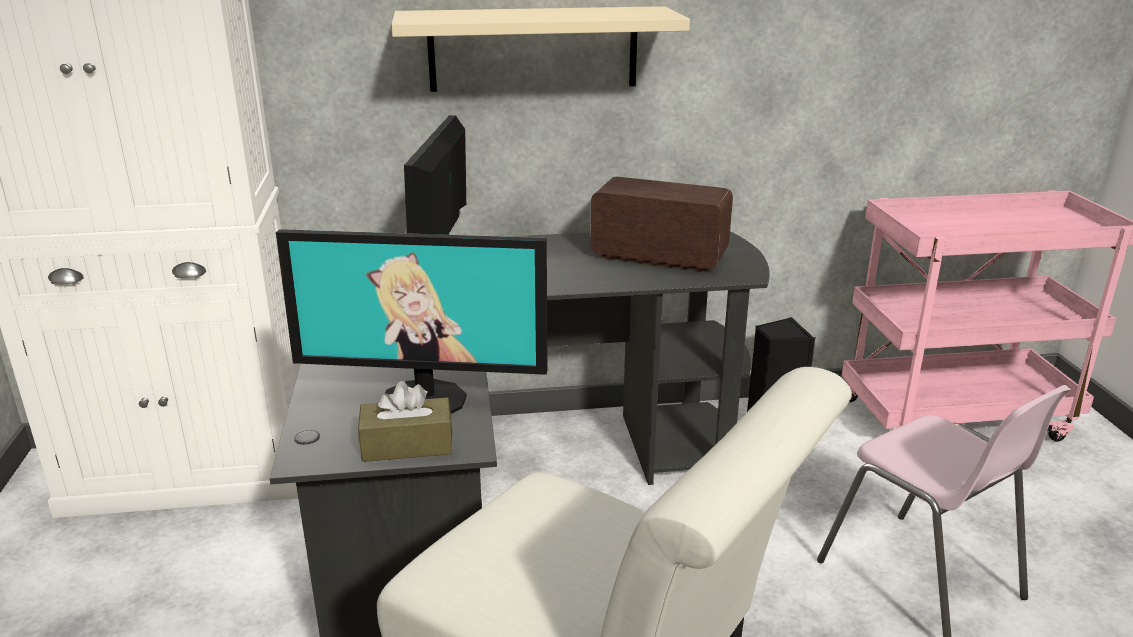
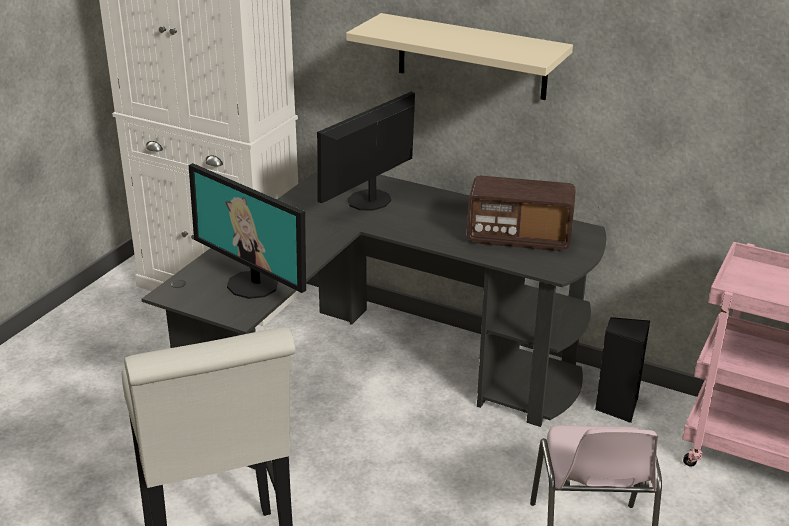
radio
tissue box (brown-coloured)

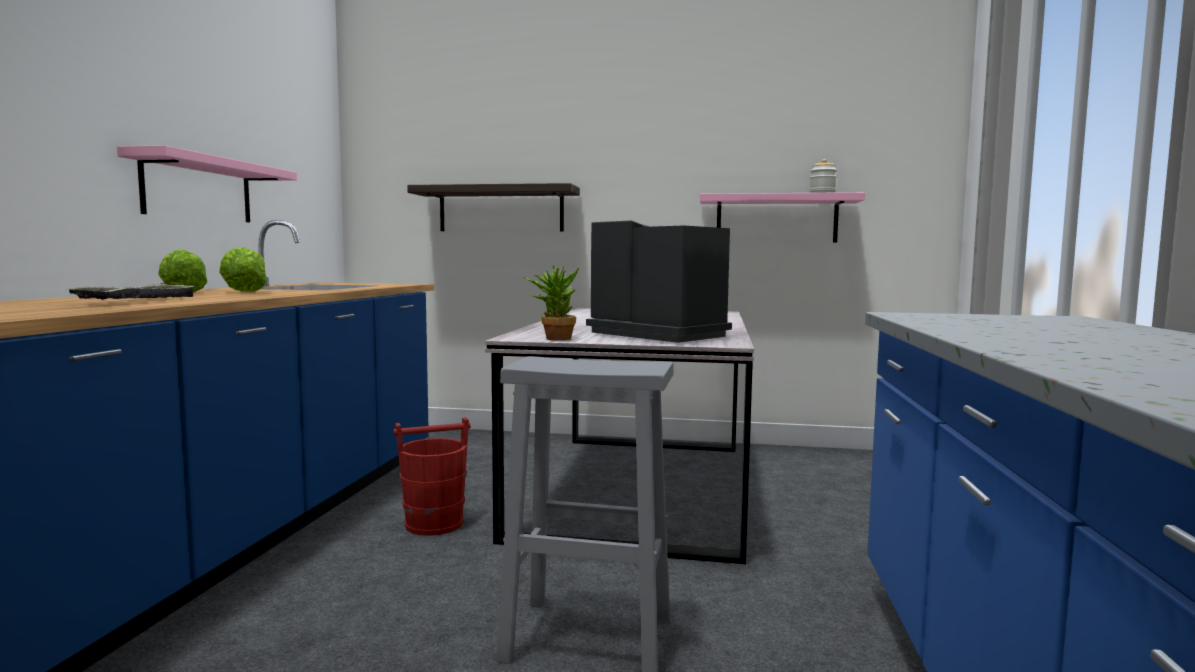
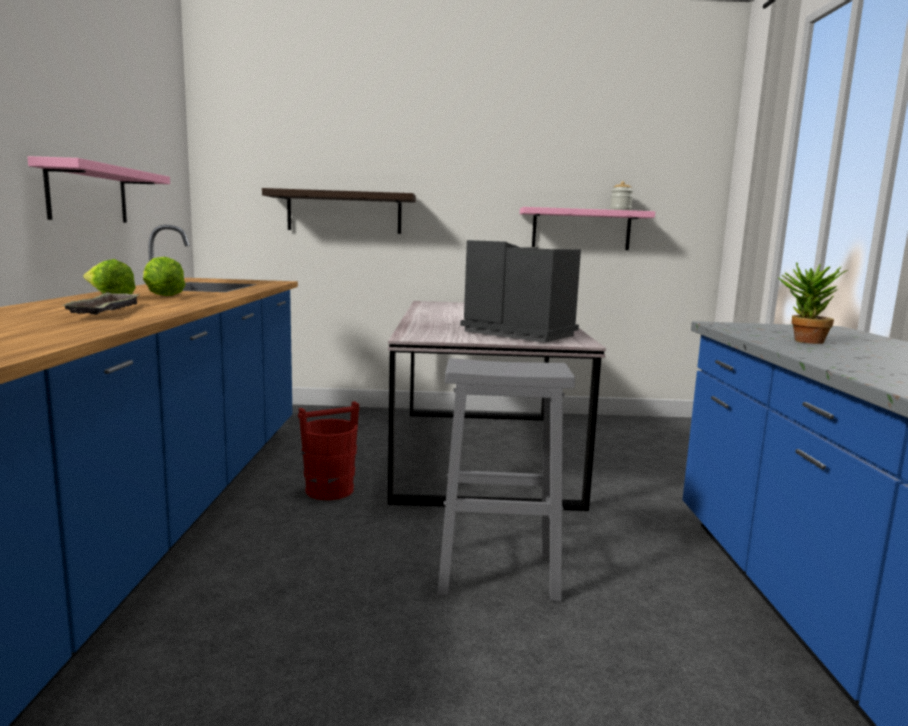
houseplant

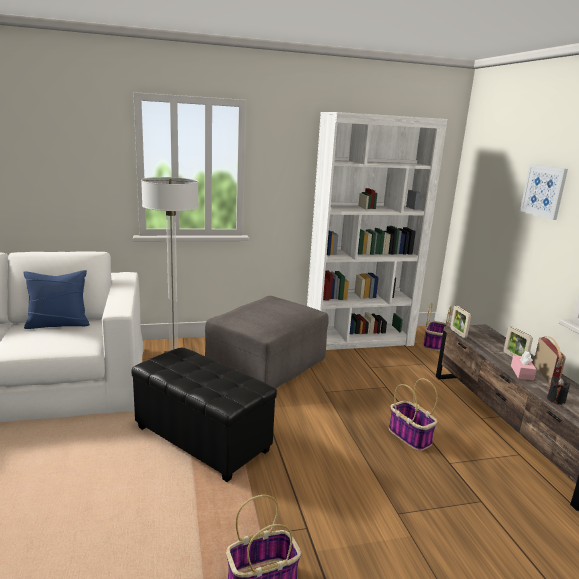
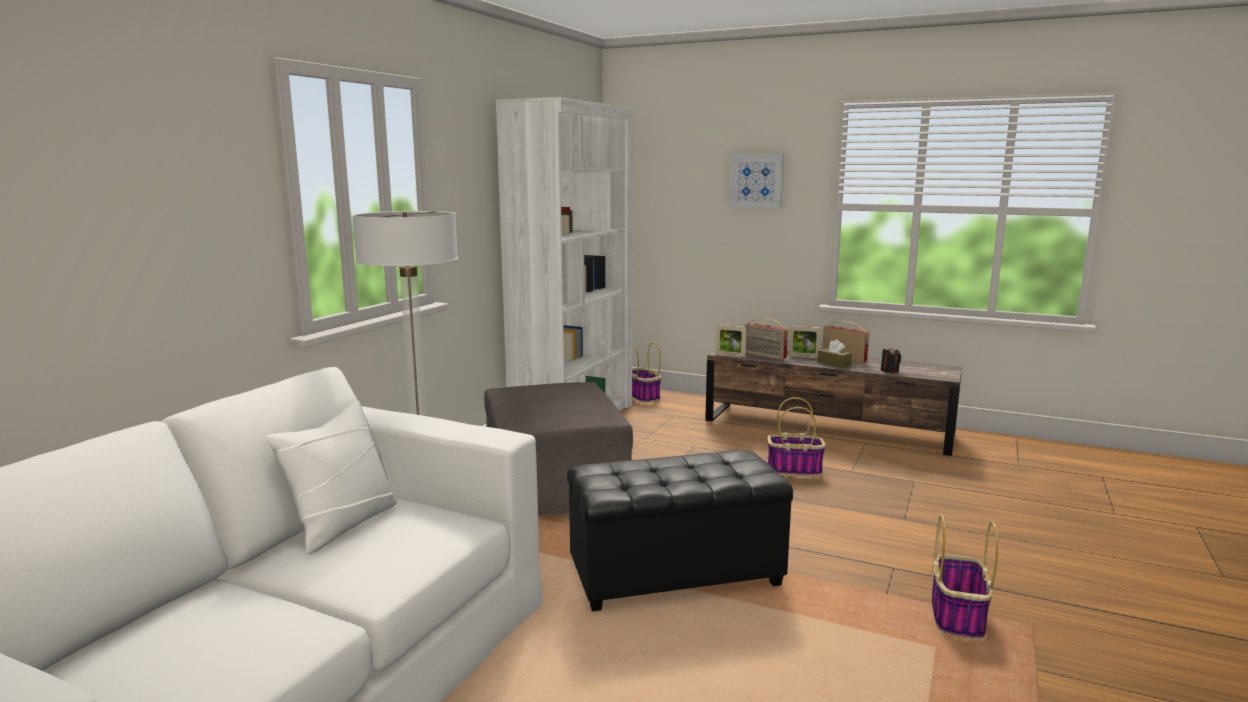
pillow (whitish)
radio (no. 1 from left)
tissue box (brown-coloured)

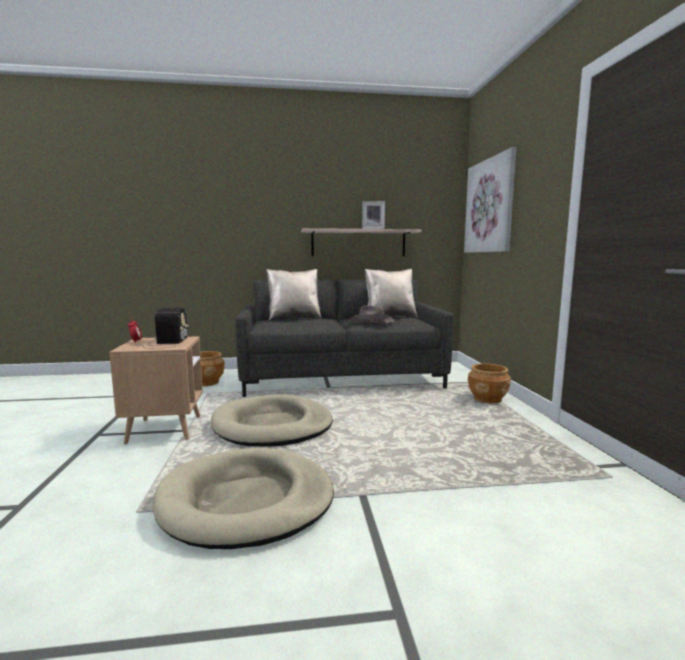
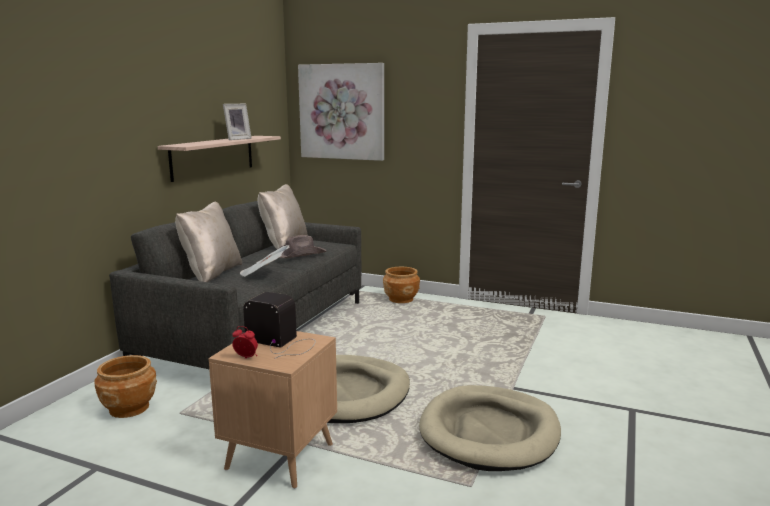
printed paper

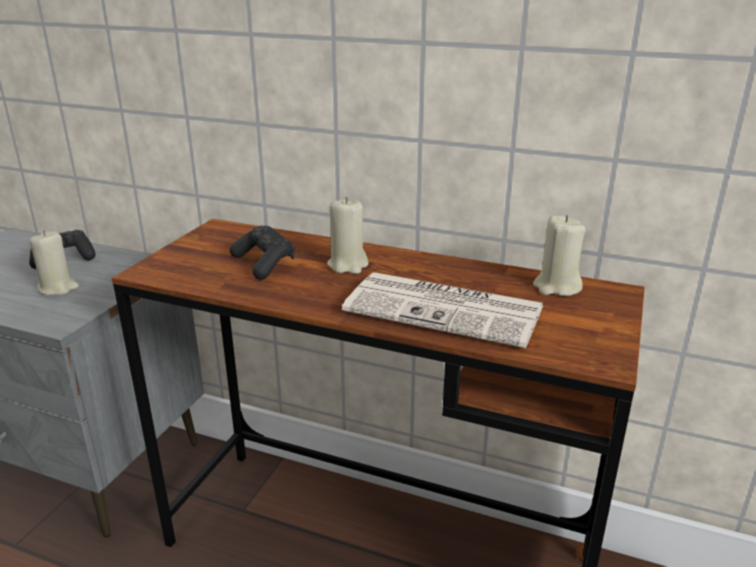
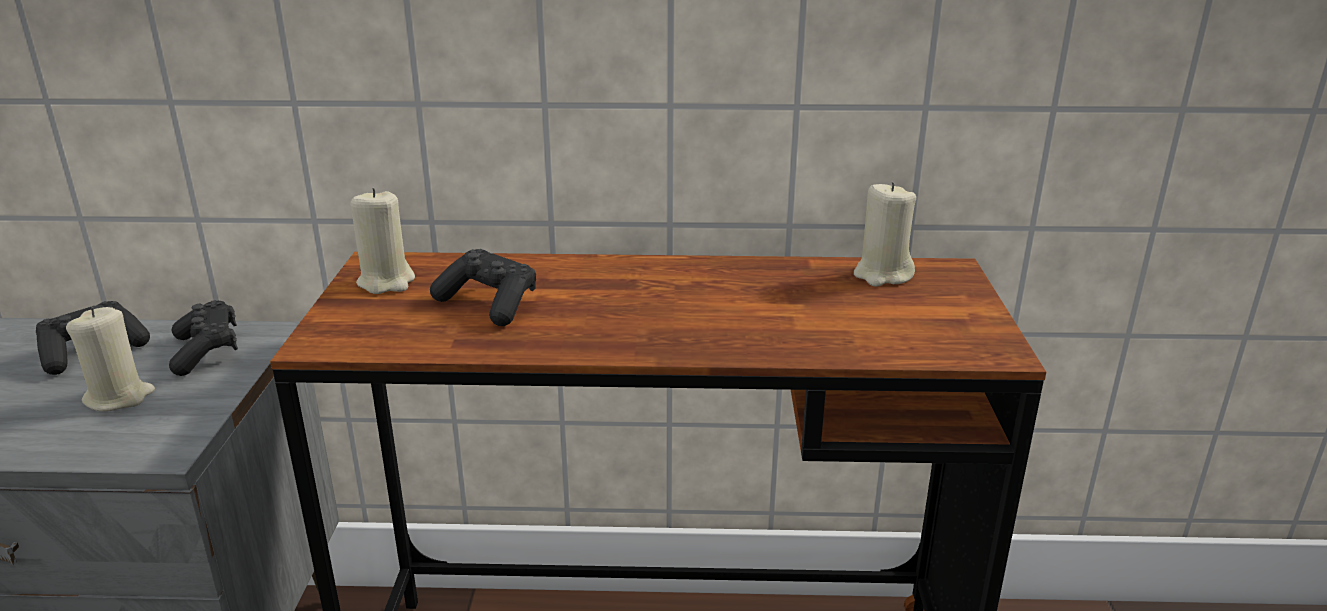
game controller (black-coloured) (no. 2 from left)
wax light (beige) (no. 2 from left)
printed paper

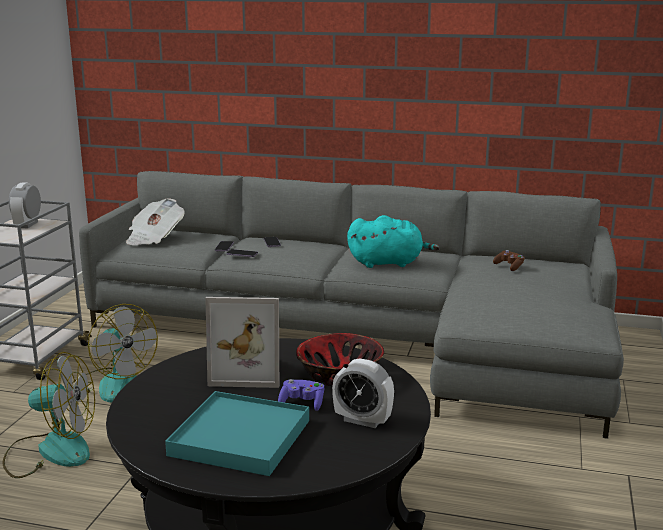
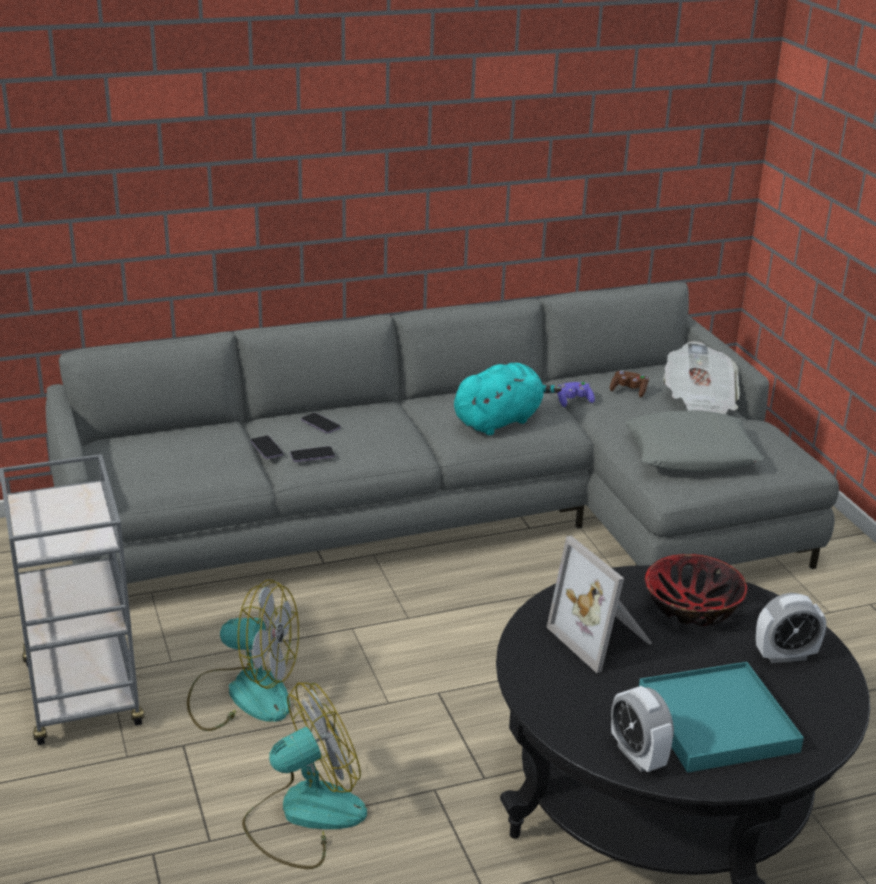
photo frame
game controller (purple-coloured)
bedside clock (no. 1 from left)
pillow (grey)
printed paper

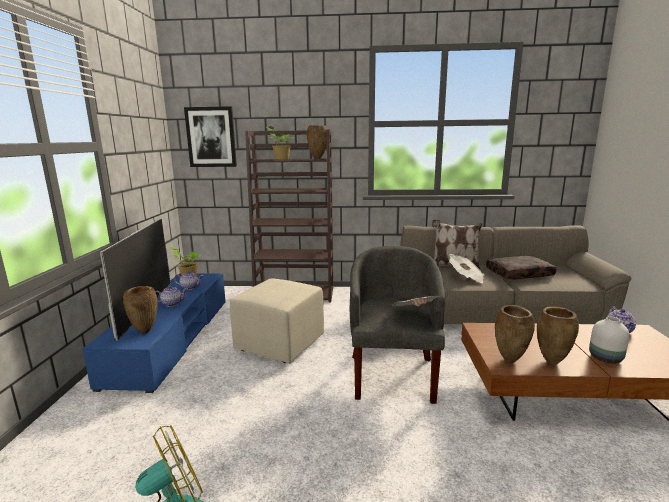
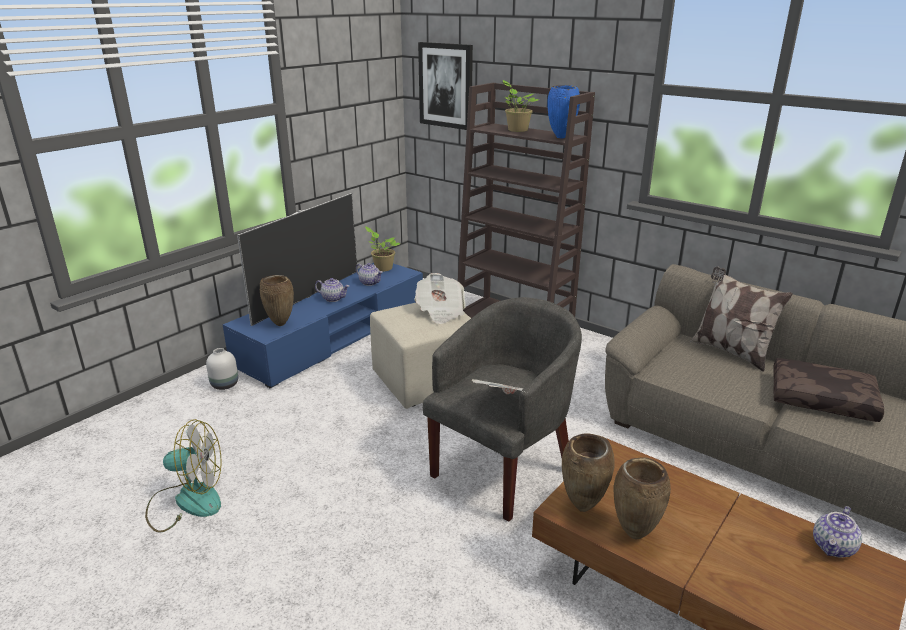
flower vase (whitish)
printed paper (no. 1 from left)
flower vase (blue)

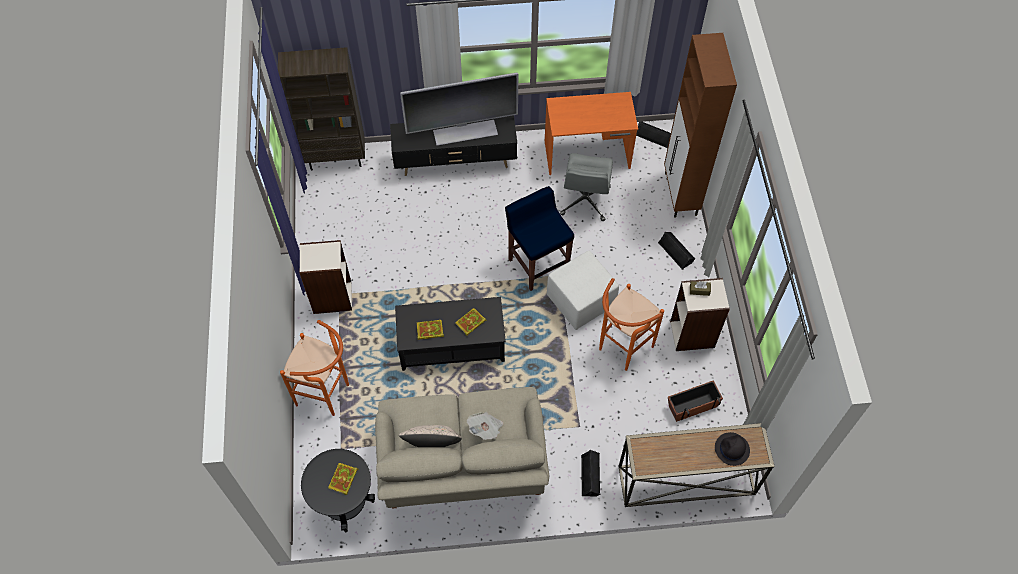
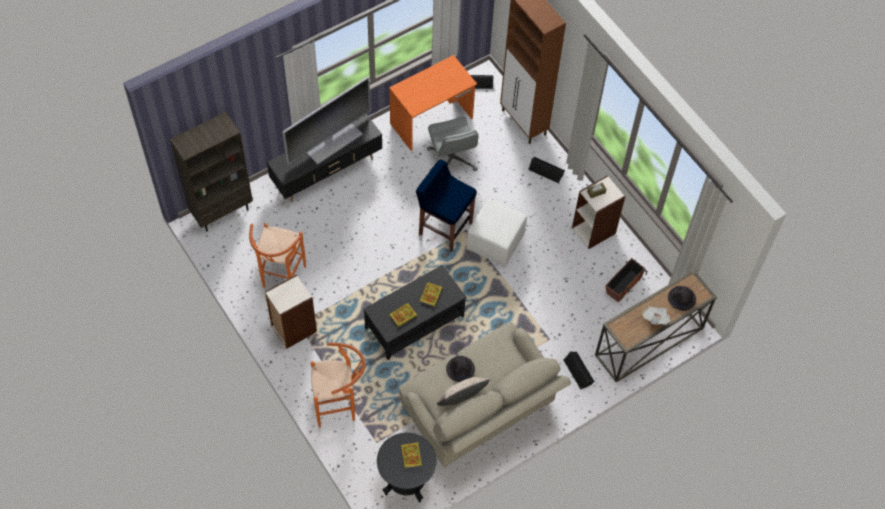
sitting stool (orange-coloured) (no. 1 from left)
hat (black-coloured) (no. 1 from left)
printed paper

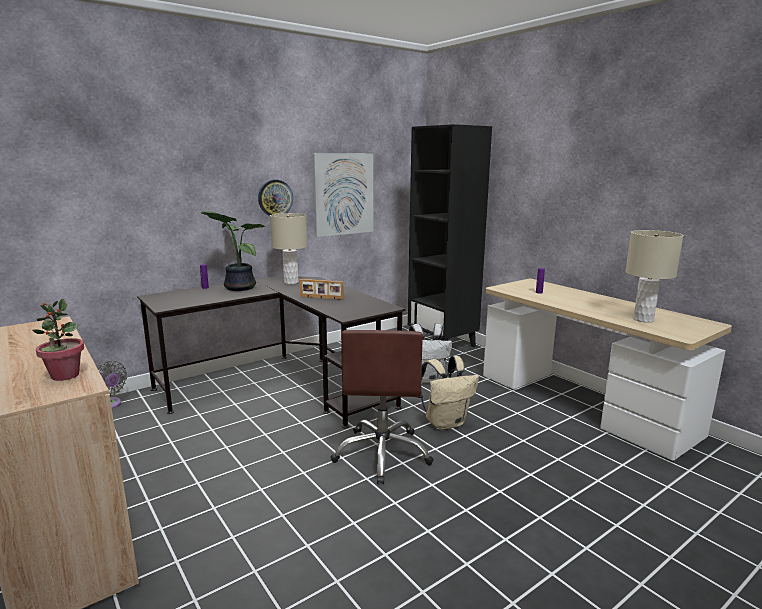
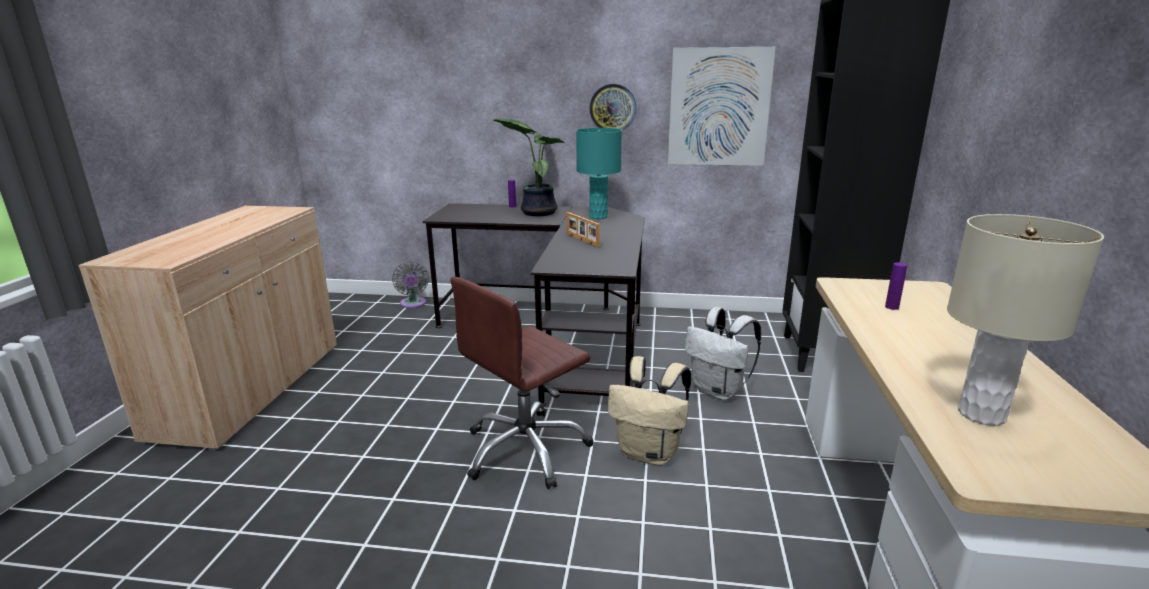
tabletop lamp (turquoise)
houseplant (no. 1 from left in the first image)

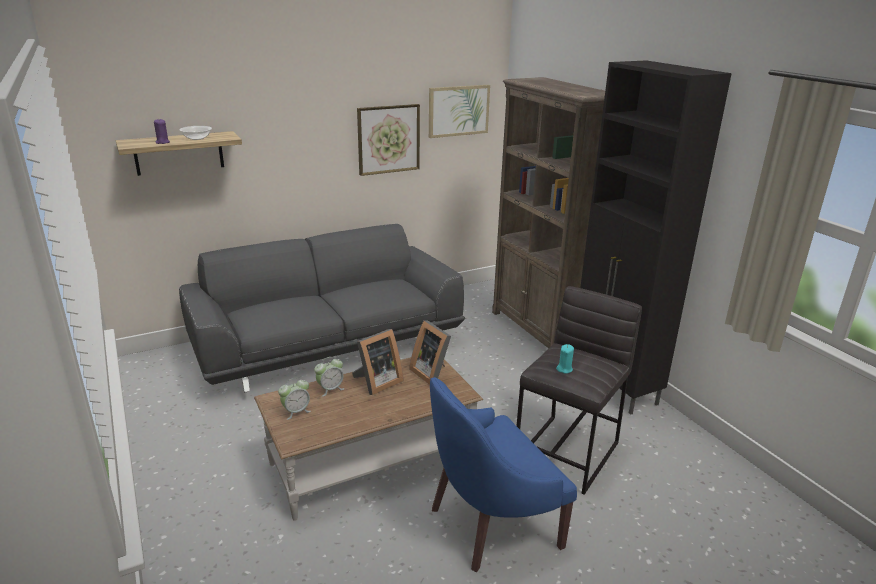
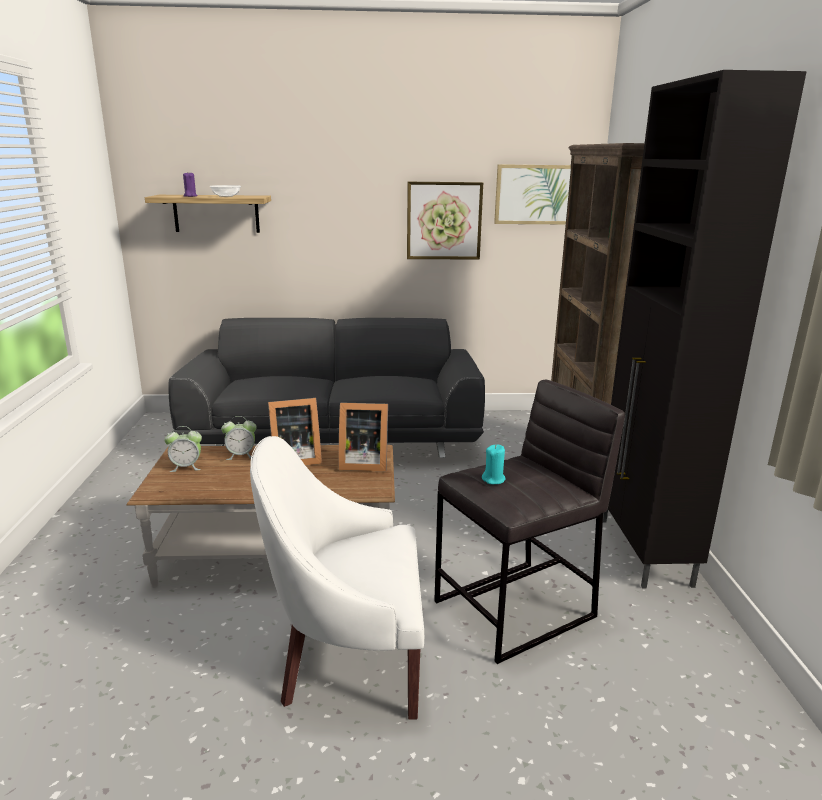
lounge chair (whitish)
photo frame (no. 2 from left)

